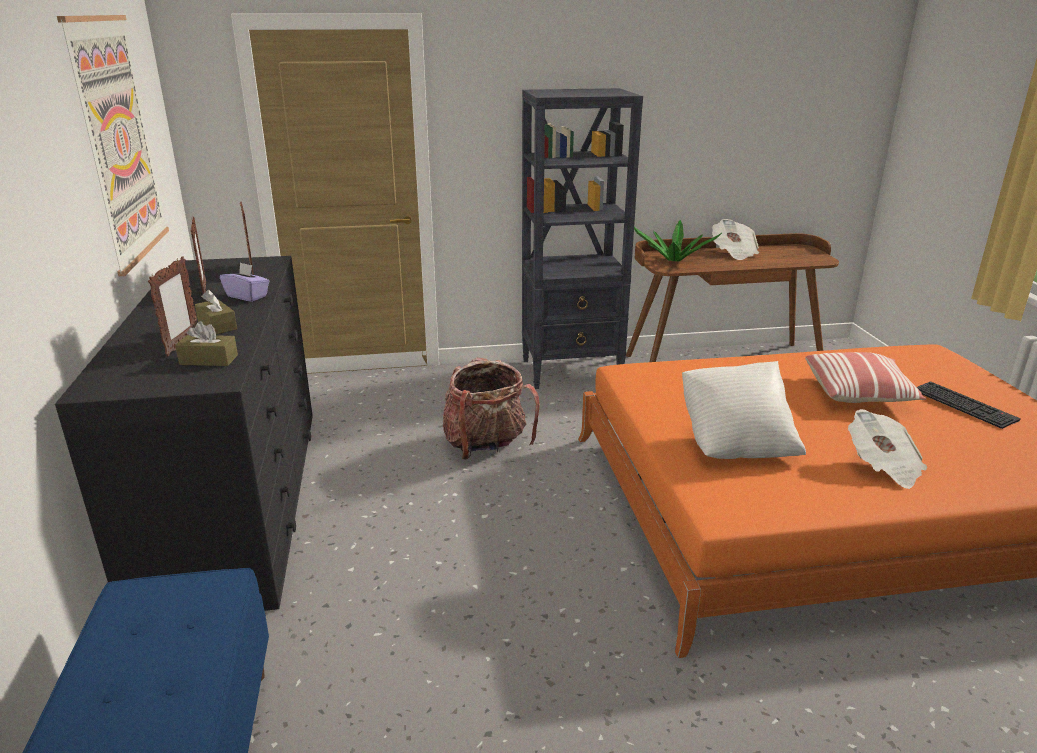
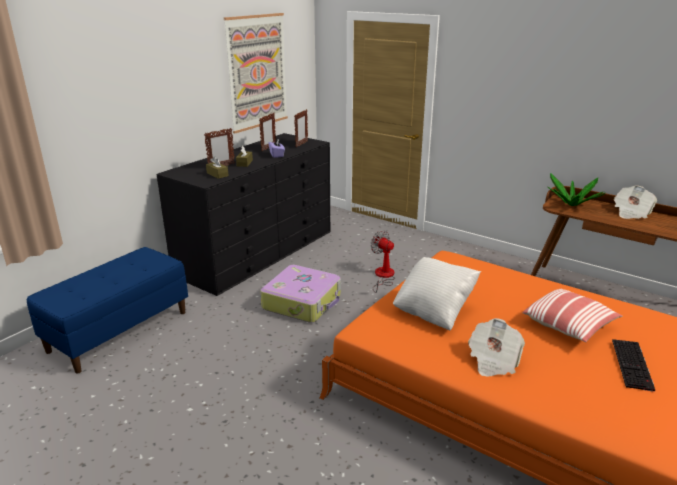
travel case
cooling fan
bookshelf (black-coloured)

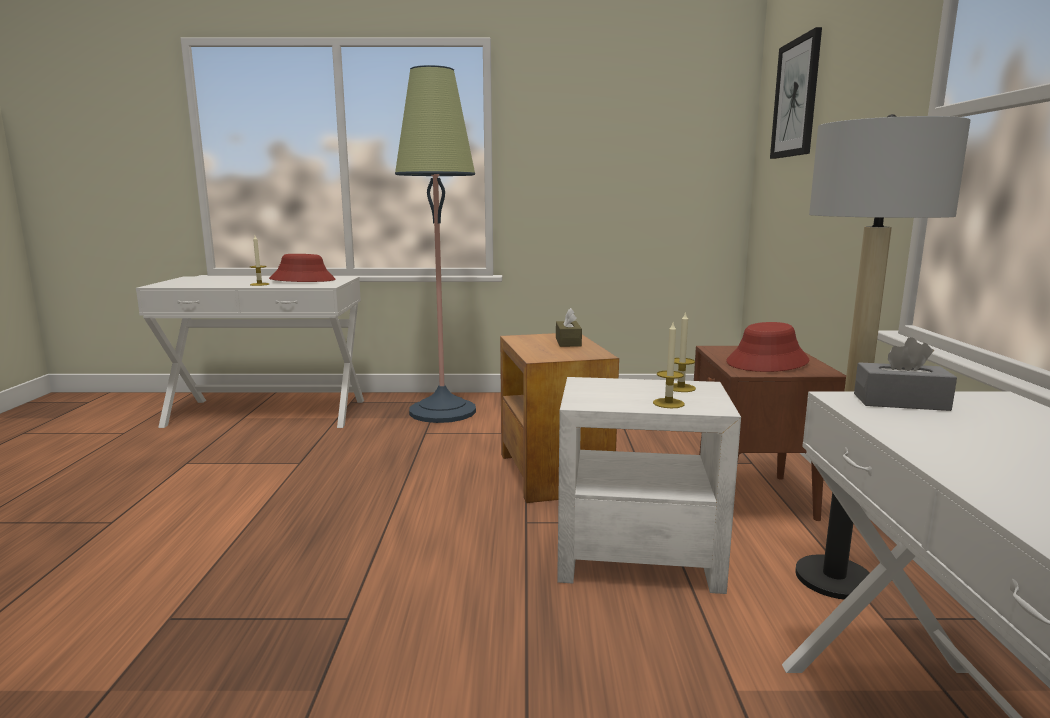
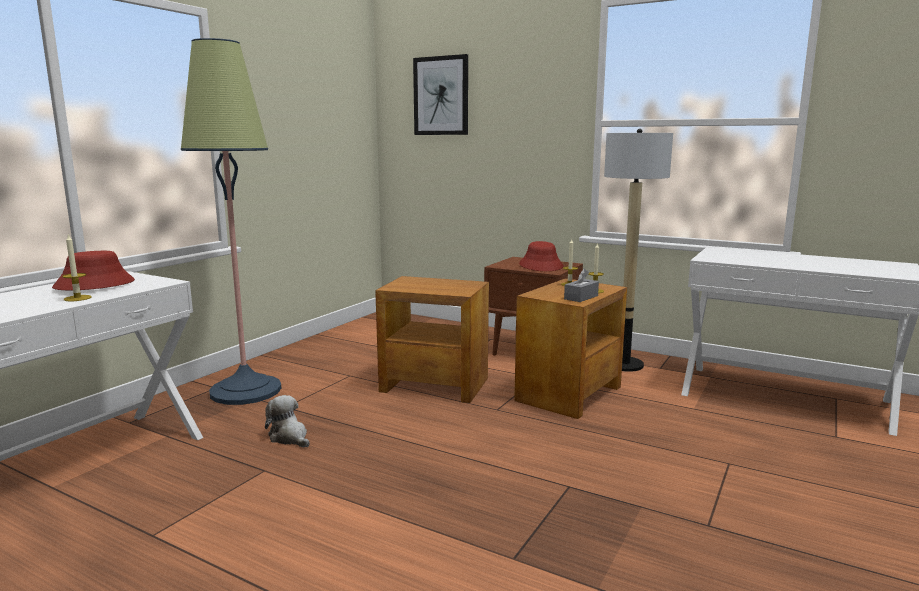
plush toy
accent table (brown-coloured) (no. 2 from left)
tissue box (grey)
tissue box (brown-coloured)

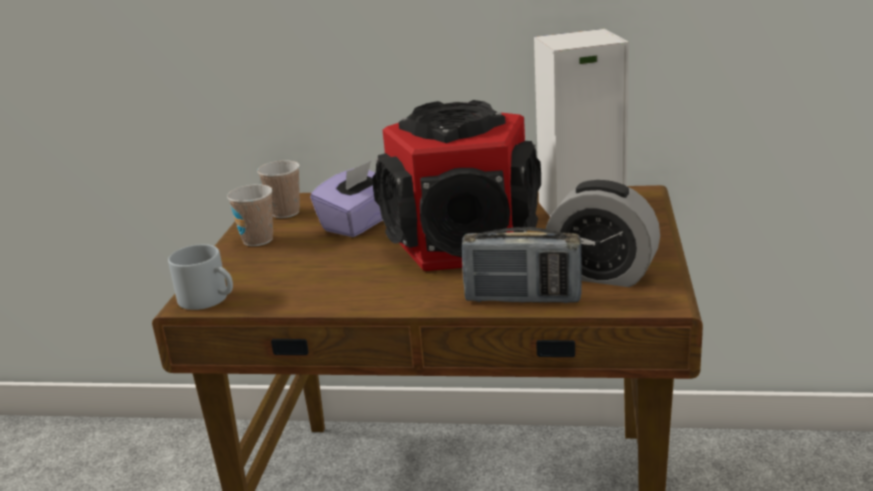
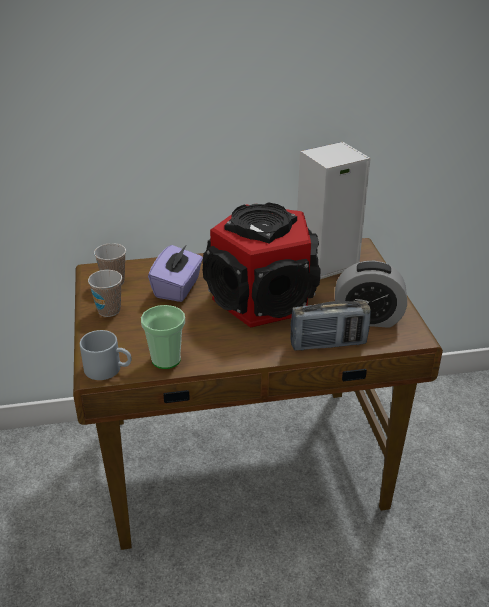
cup (no. 3 from left)

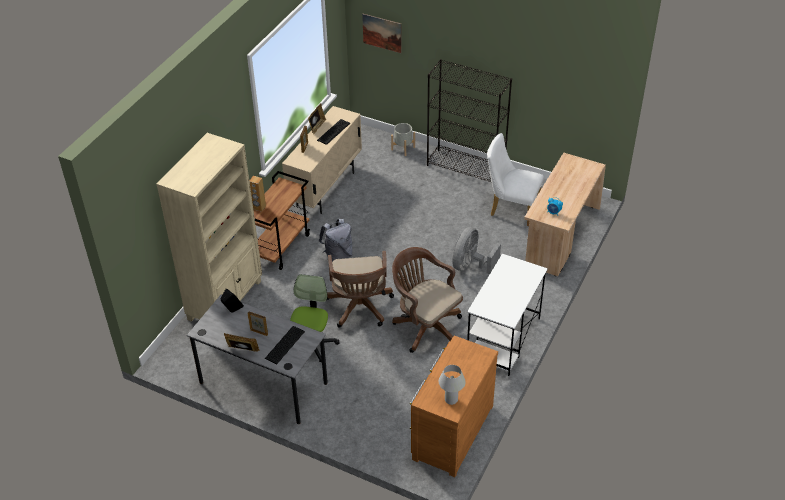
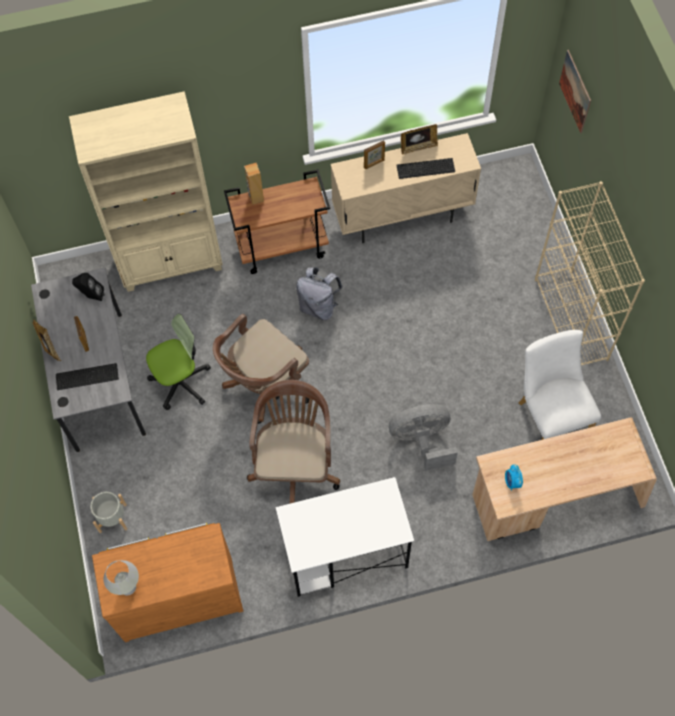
plant pot (grey)
bookshelf (beige) (no. 2 from left)

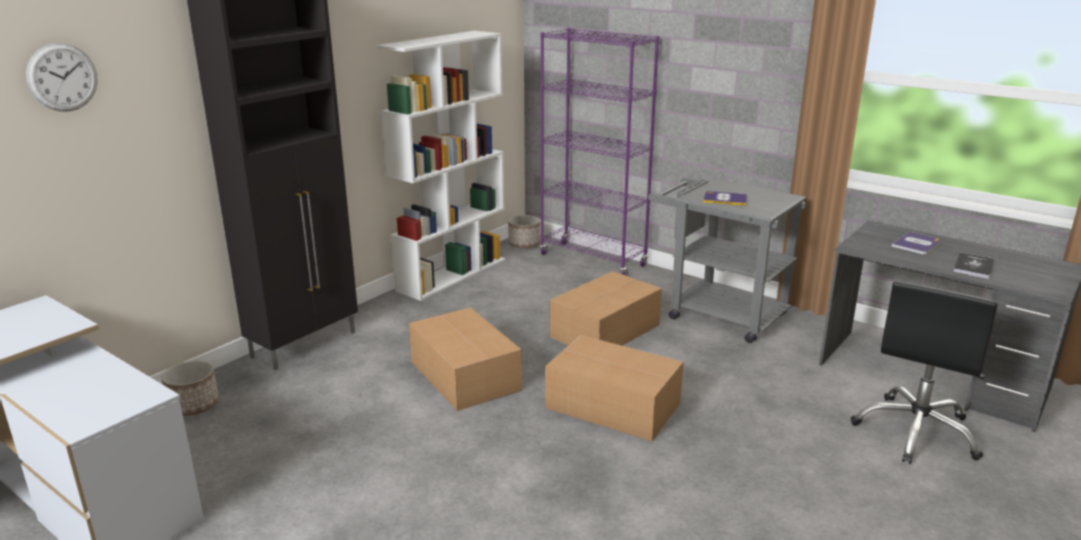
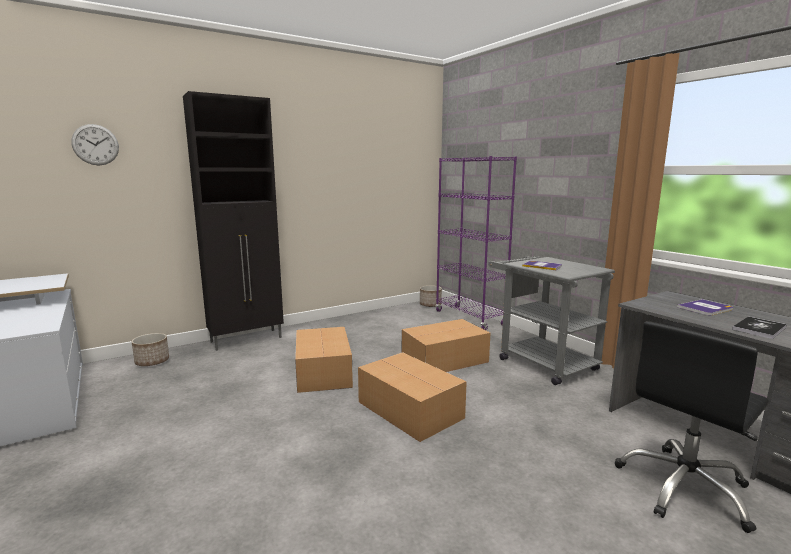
bookshelf (whitish)

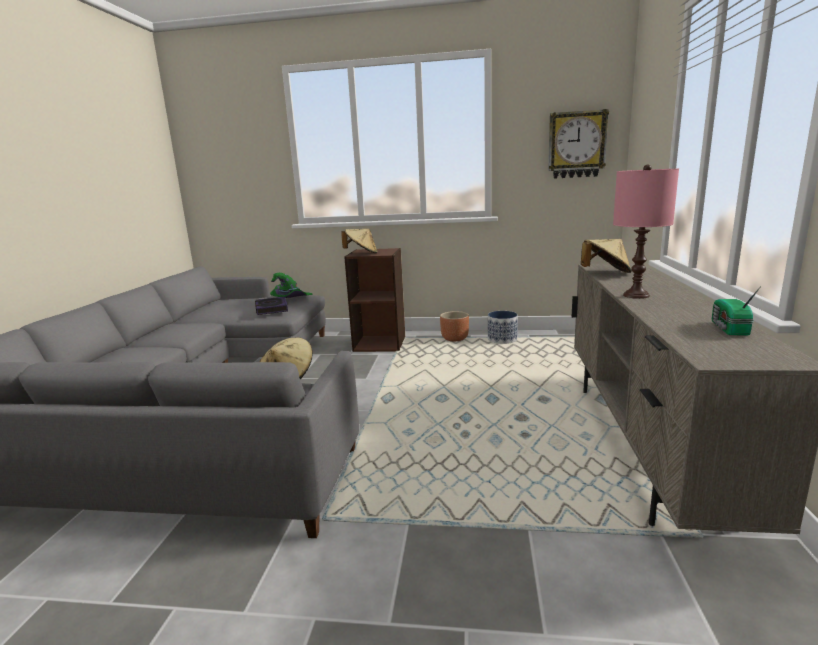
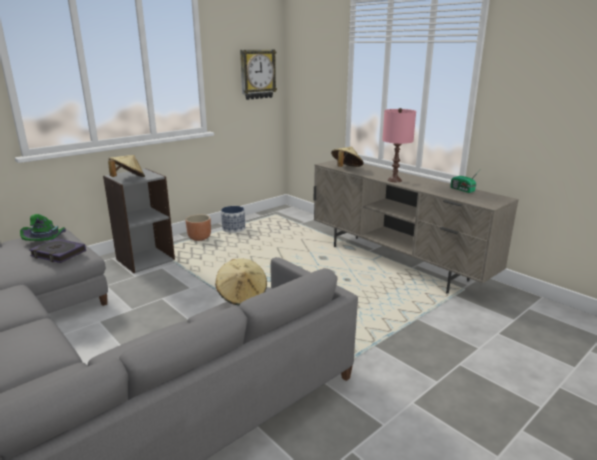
bookshelf (grey)

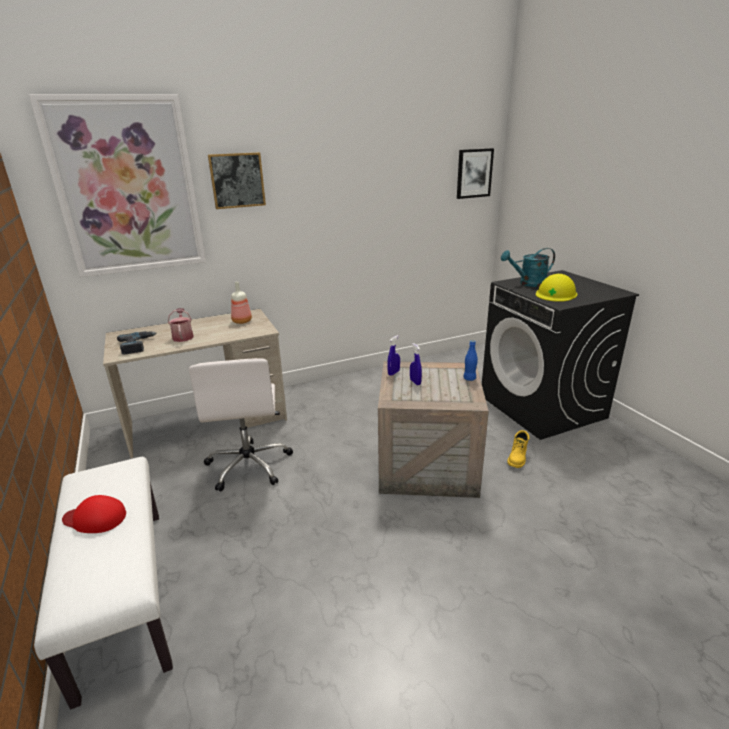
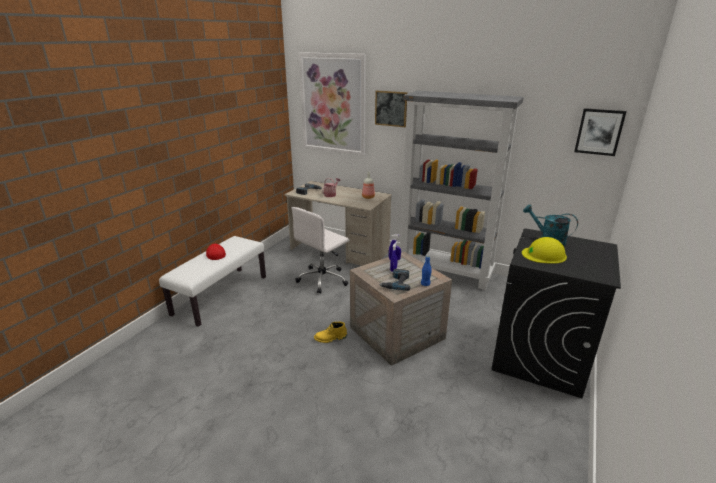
boot (yellow)
power drill (no. 2 from left)
bookshelf (grey)

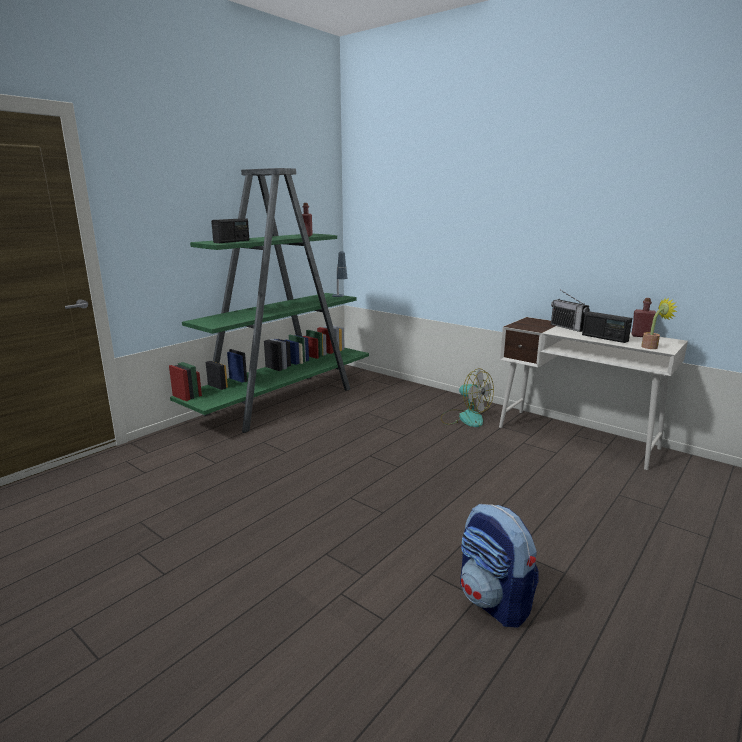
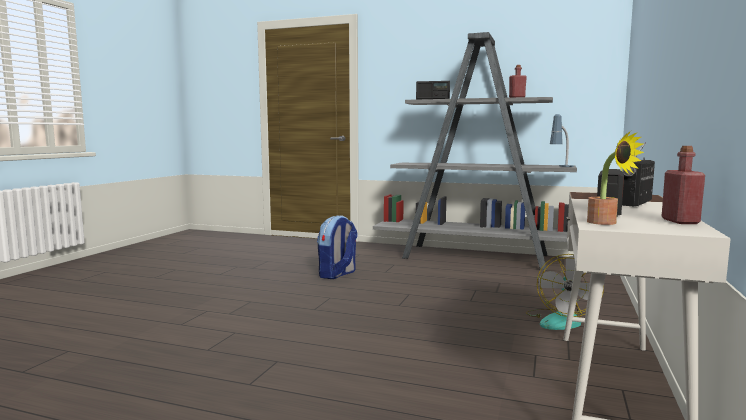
rucksack
bookshelf (grey)

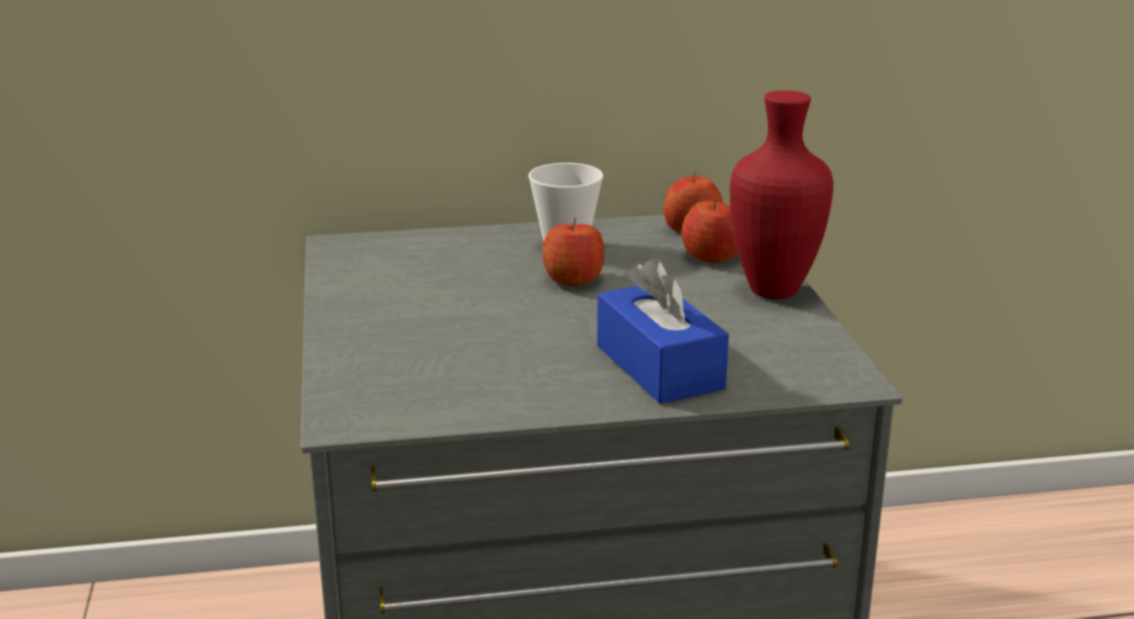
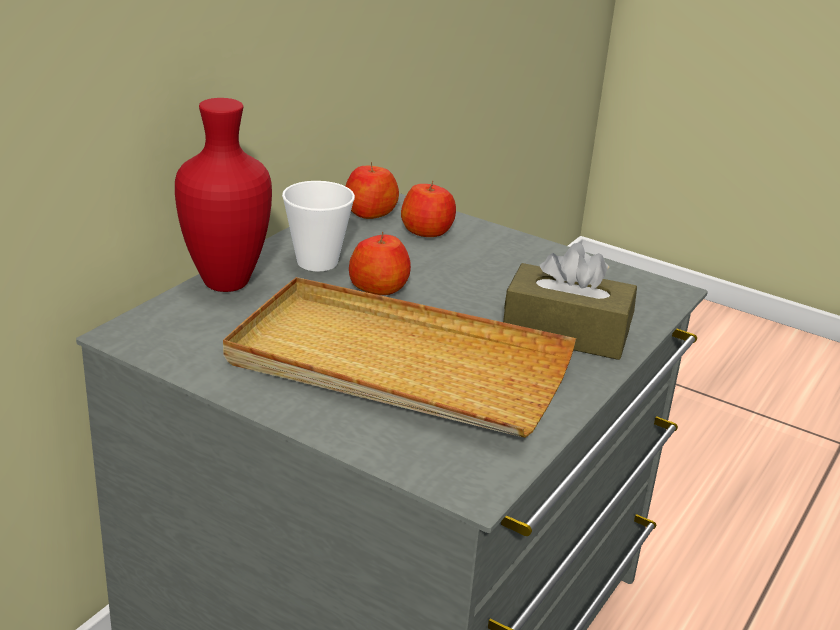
flower vase (reddish)
serving tray (beige)
tissue box (brown-coloured)

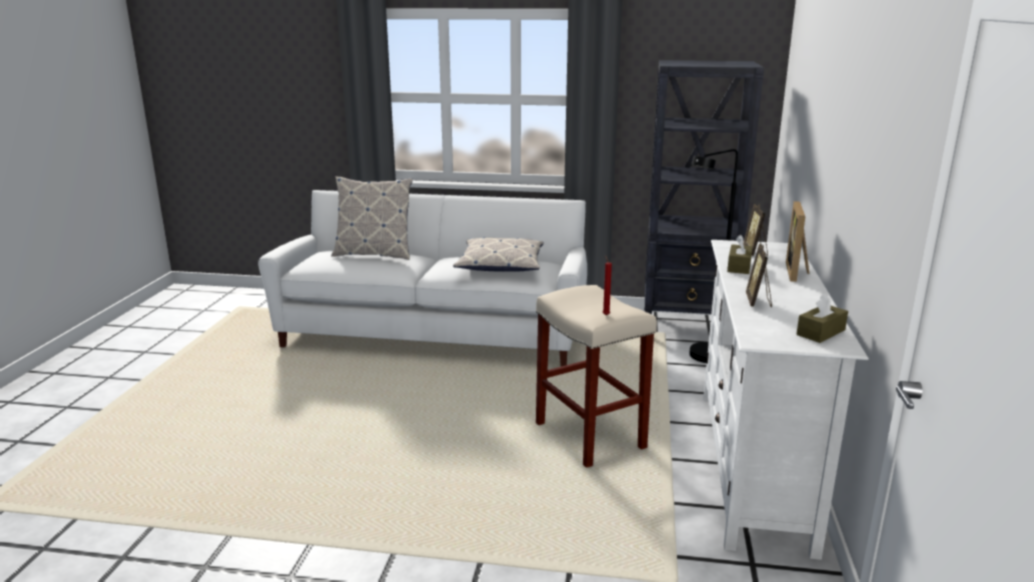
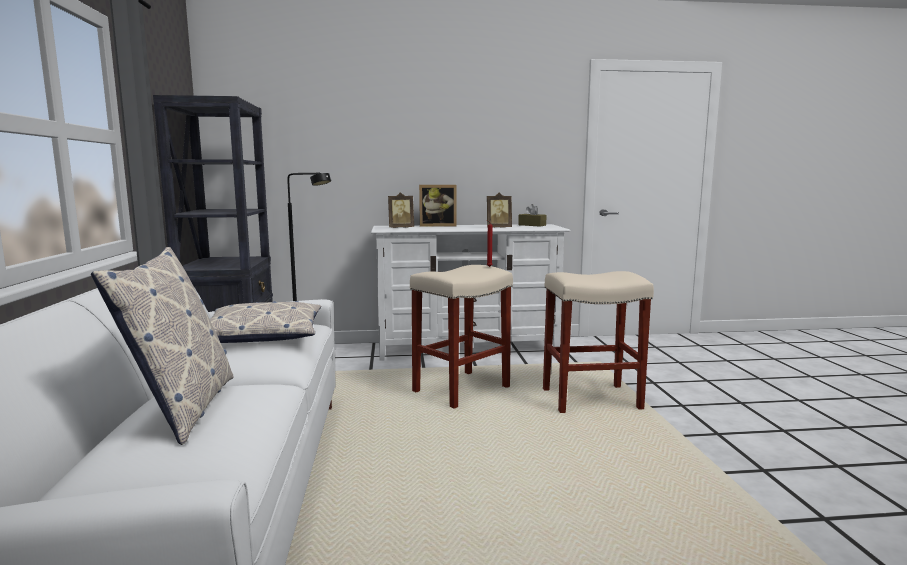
sitting stool (beige) (no. 2 from left)
tissue box (brown-coloured) (no. 1 from left in the first image)

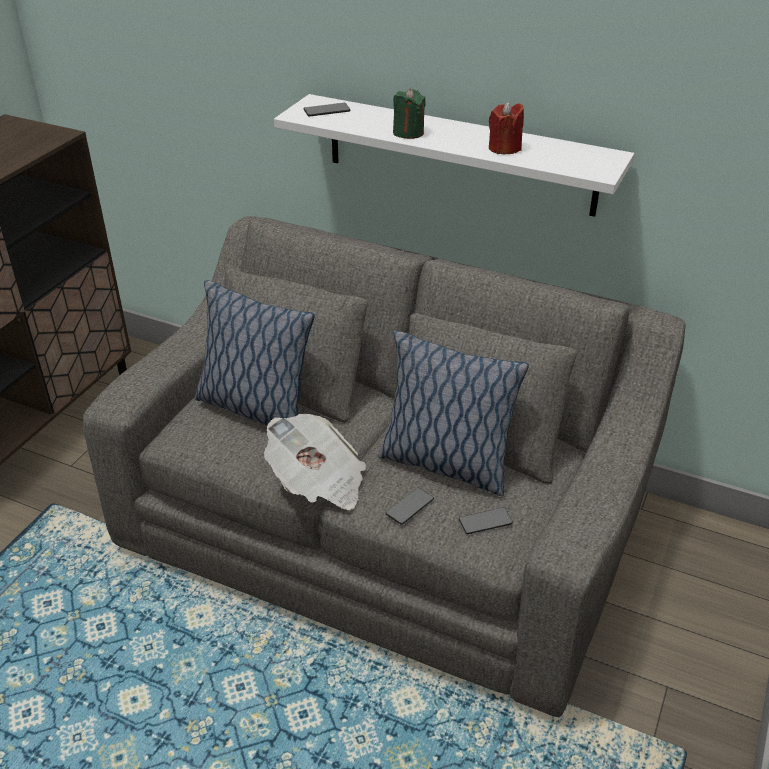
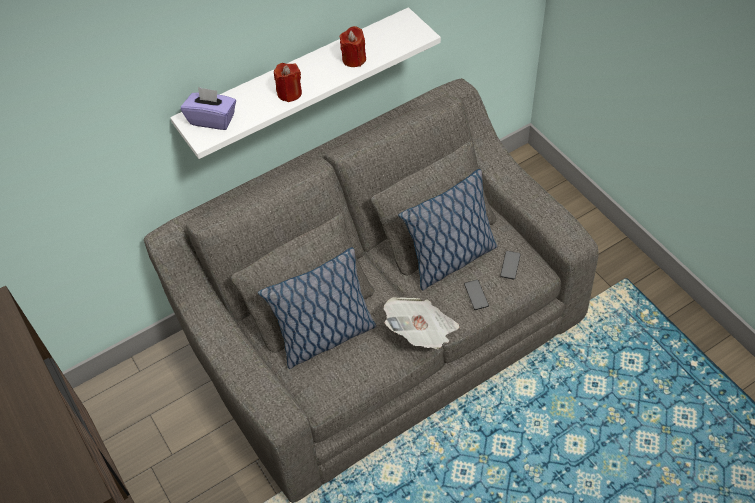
tissue box (purple-coloured)
wax light (reddish) (no. 1 from left)

